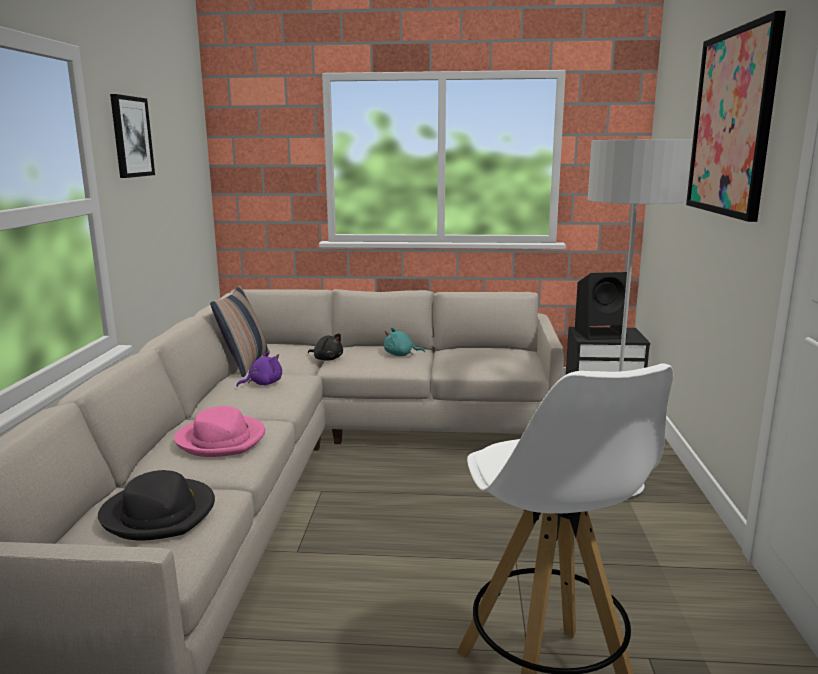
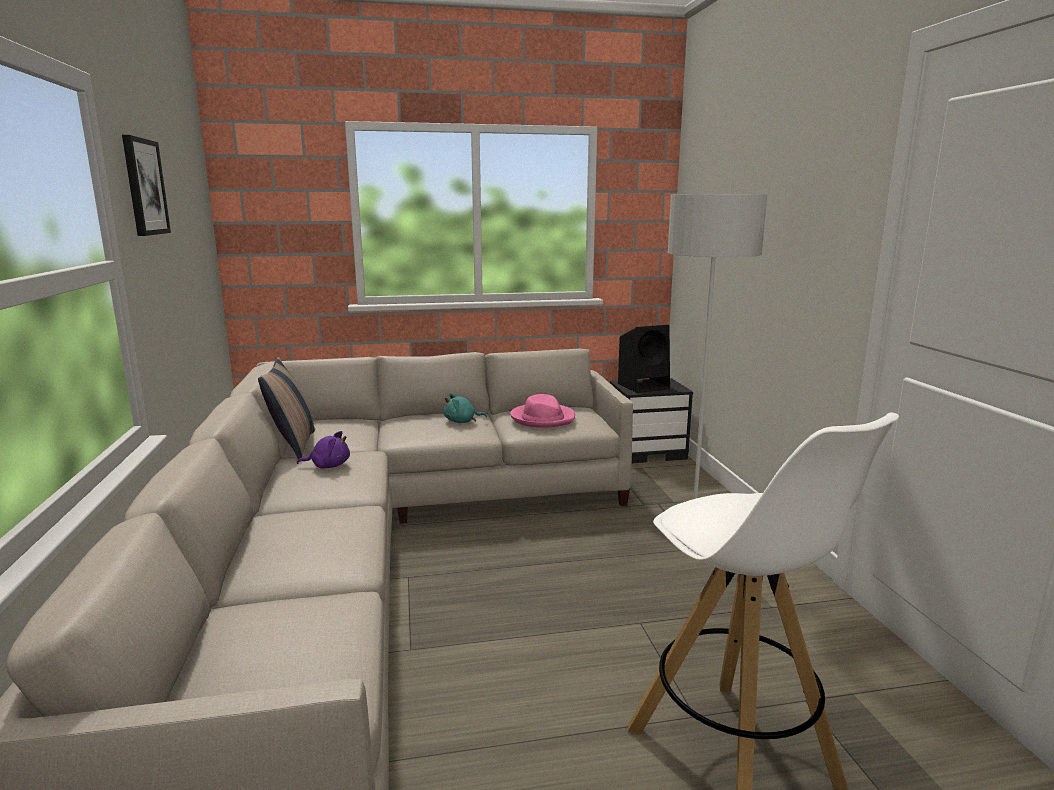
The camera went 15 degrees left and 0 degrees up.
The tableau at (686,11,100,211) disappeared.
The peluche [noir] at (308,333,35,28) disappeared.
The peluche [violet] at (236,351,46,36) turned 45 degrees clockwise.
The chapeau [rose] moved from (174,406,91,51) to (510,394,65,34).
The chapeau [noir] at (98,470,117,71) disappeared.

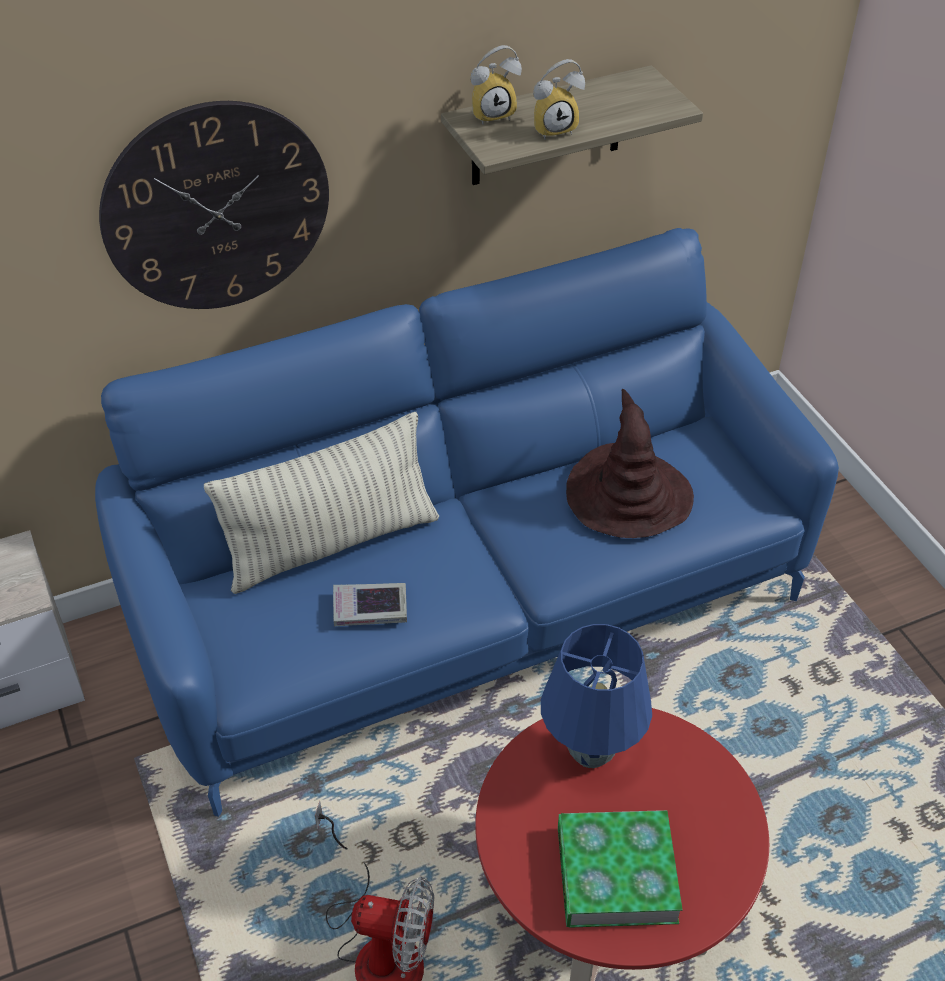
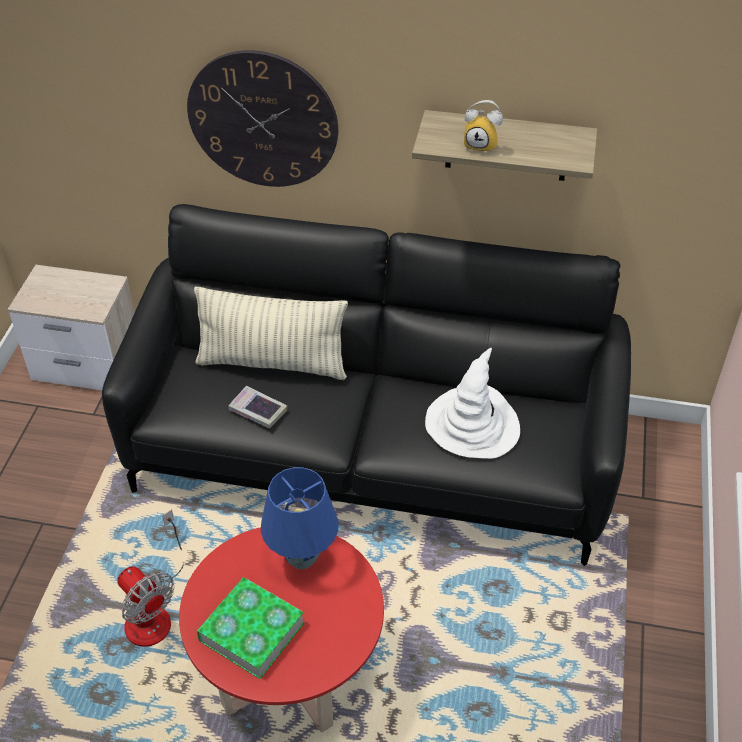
The camera went 35 degrees right and 0 degrees up.
The réveil at (471,45,51,80) disappeared.
The canapé [bleu] at (95,228,744,589) became the canapé [noir] at (102,204,529,362).
The chapeau [marron] at (566,389,128,149) became the chapeau [blanc] at (425,348,95,111).

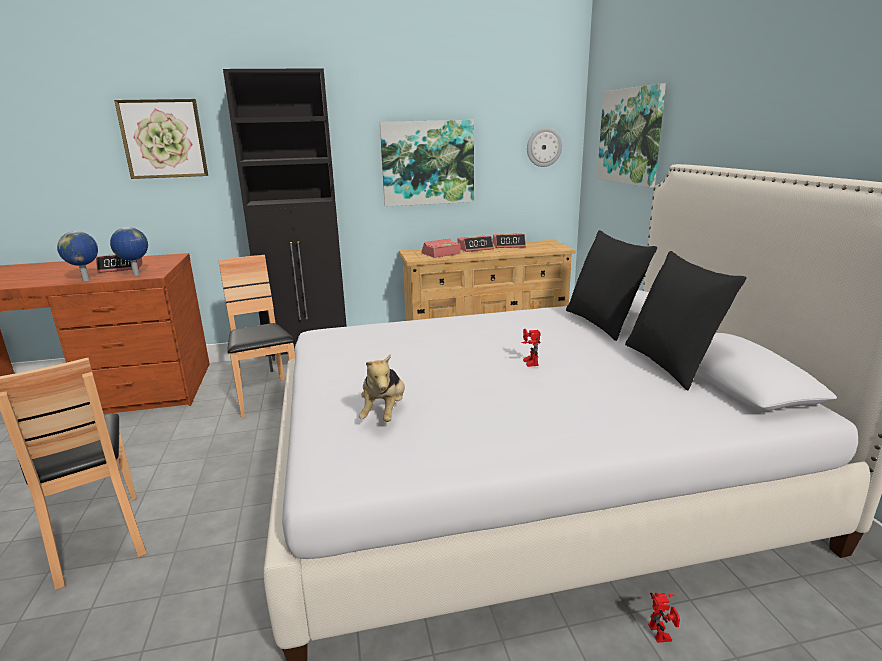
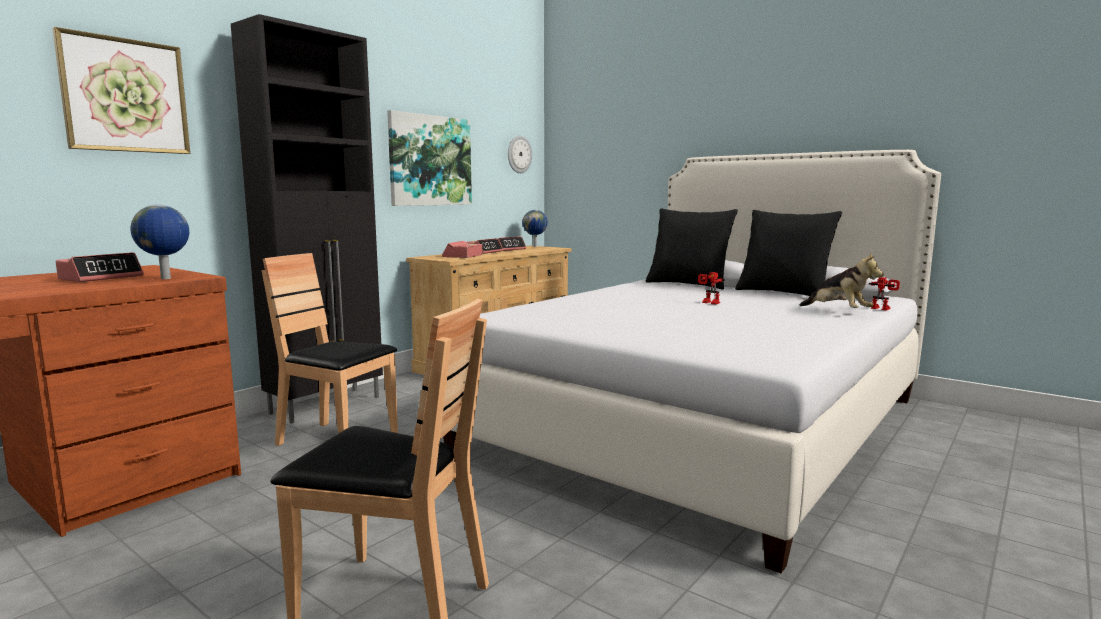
The camera went 40 degrees left and 10 degrees down.
The tableau at (597,84,69,104) disappeared.
The globe moved from (57,231,41,50) to (523,210,25,37).
The peluche moved from (359,354,46,68) to (800,253,84,55).
The robot jouet moved from (648,593,32,50) to (869,277,31,34).

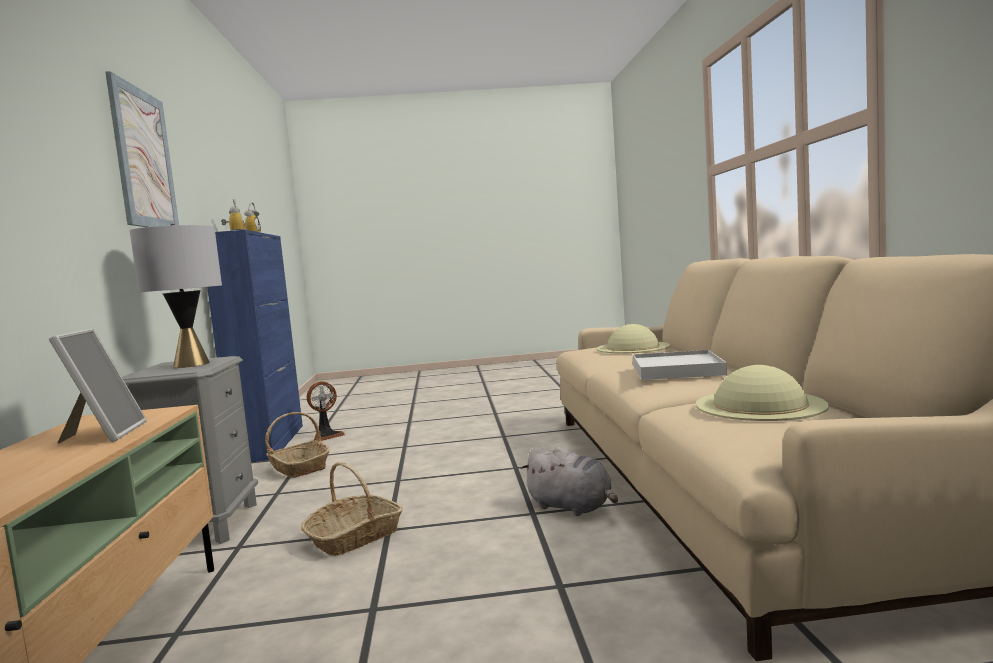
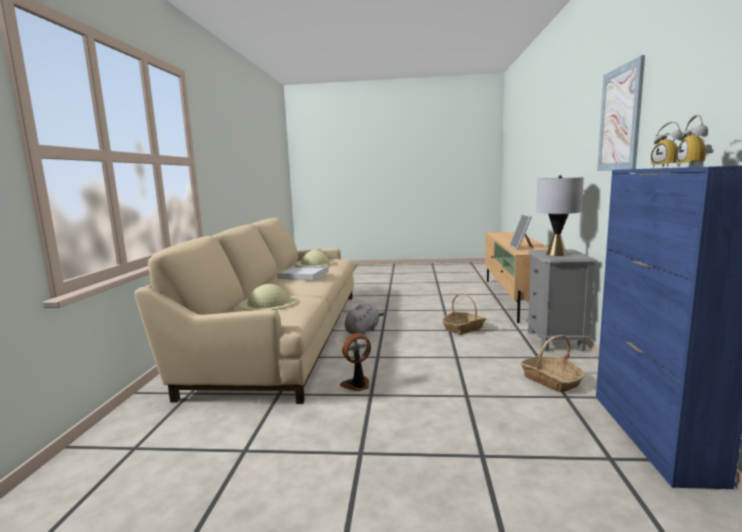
The camera went 170 degrees left and 5 degrees up.
The ventilateur moved from (307,381,38,60) to (340,333,31,58).
The peluche [gris] at (521,447,97,69) turned 75 degrees clockwise.

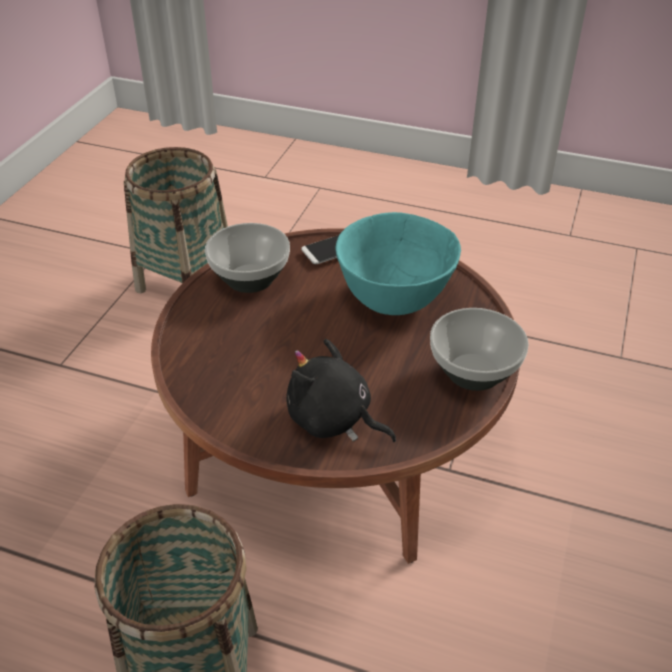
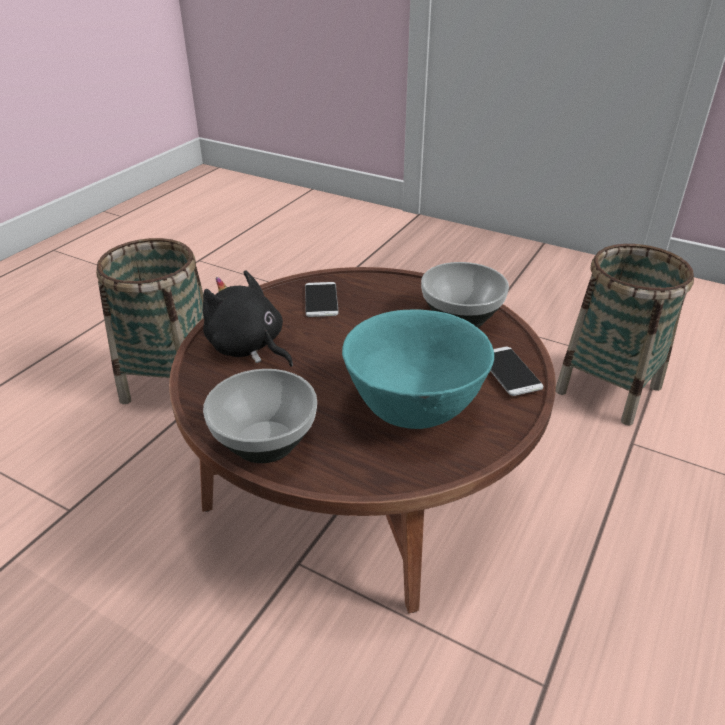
The camera went 100 degrees right and 5 degrees down.
The peluche [noir] at (287,339,109,103) turned 90 degrees counterclockwise.
The téléphone at (305,282,33,35) appeared.

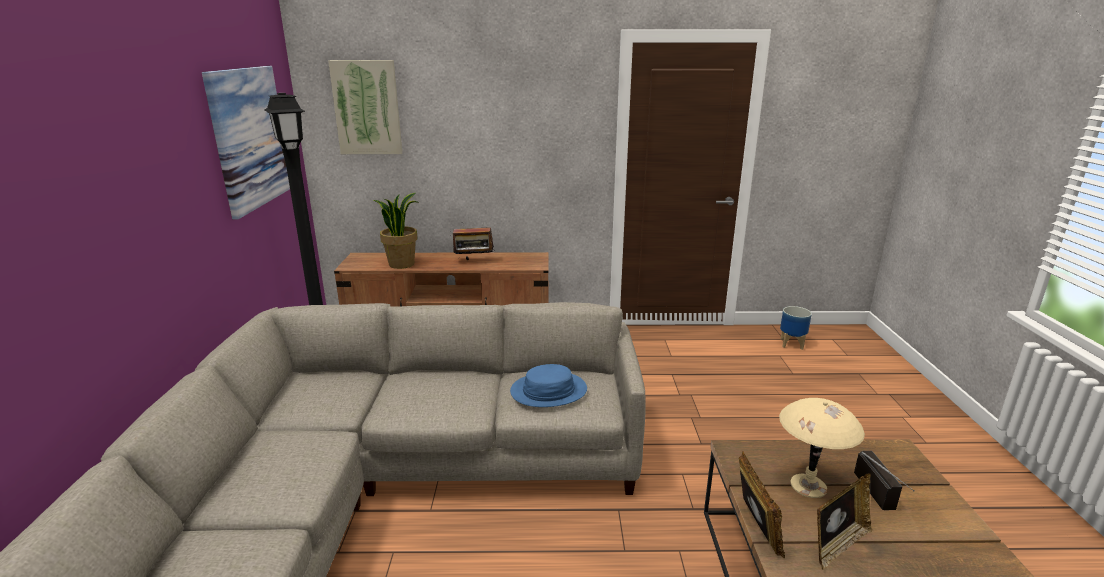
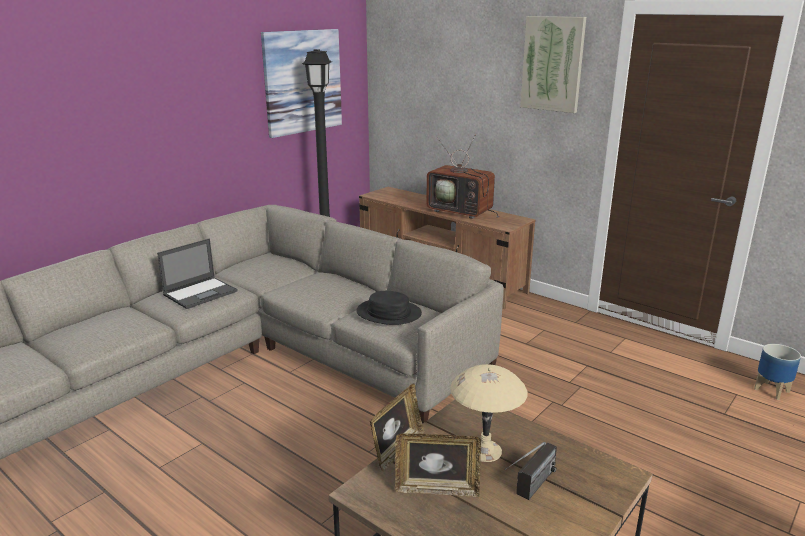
The camera went 40 degrees right and 0 degrees up.
The tableau moved from (328,60,74,94) to (520,16,66,97).
The plante en pot at (374,193,44,76) disappeared.
The radio at (453,222,42,38) was replaced by the téléviseur at (426,134,73,85).
The chapeau [bleu] at (510,364,77,43) became the chapeau [noir] at (356,291,66,34).
The ordinateur portable at (157,238,81,71) appeared.

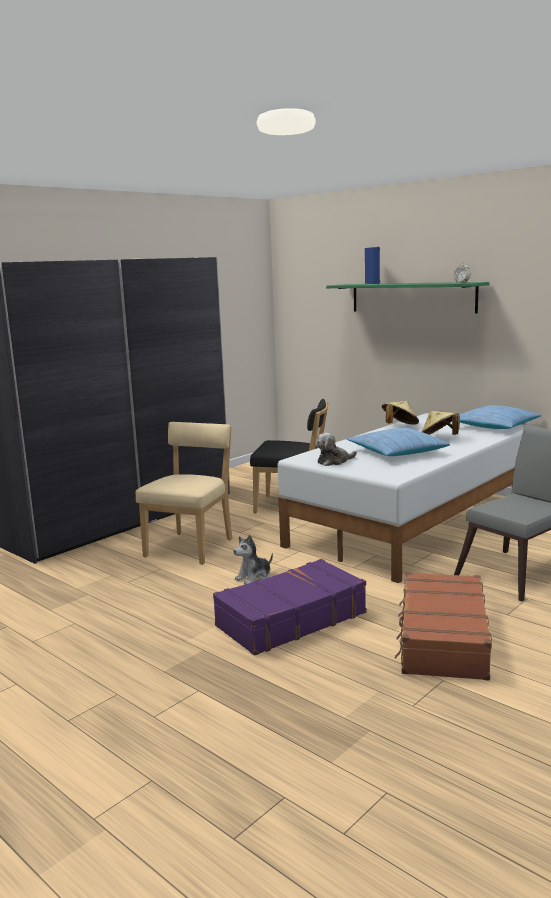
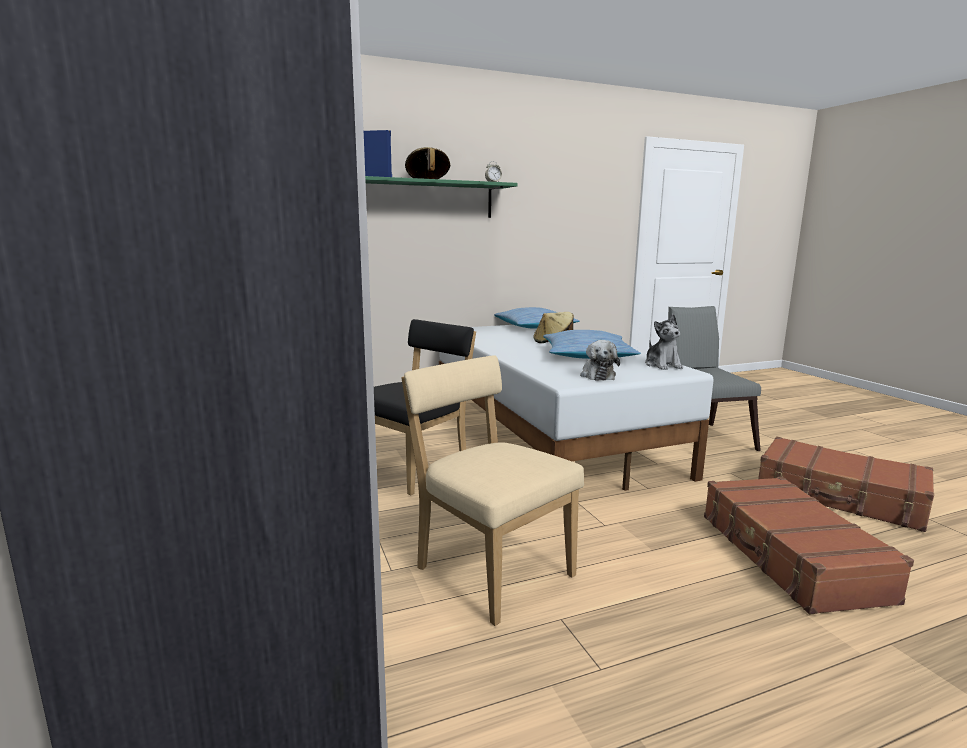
The camera went 65 degrees left and 0 degrees up.
The chapeau [beige] moved from (382,401,37,24) to (405,147,45,32).
The peluche moved from (234,535,39,49) to (645,314,38,56).
The valise [violet] at (213,559,154,96) became the valise [marron] at (704,477,210,137).

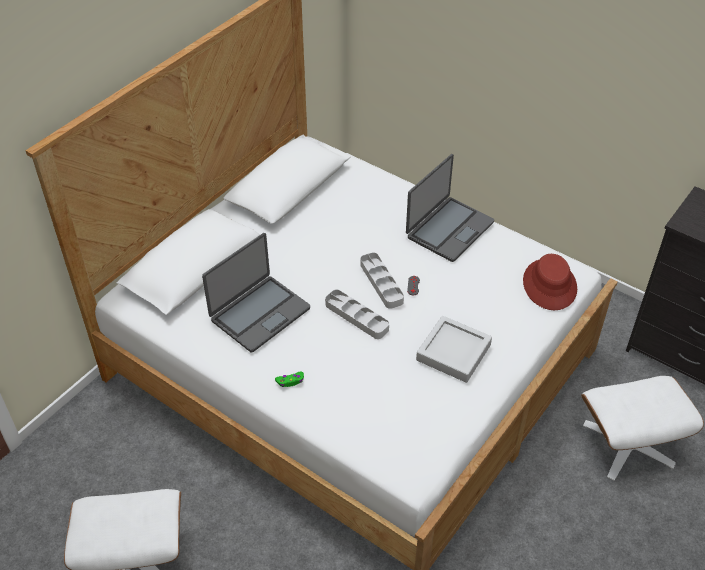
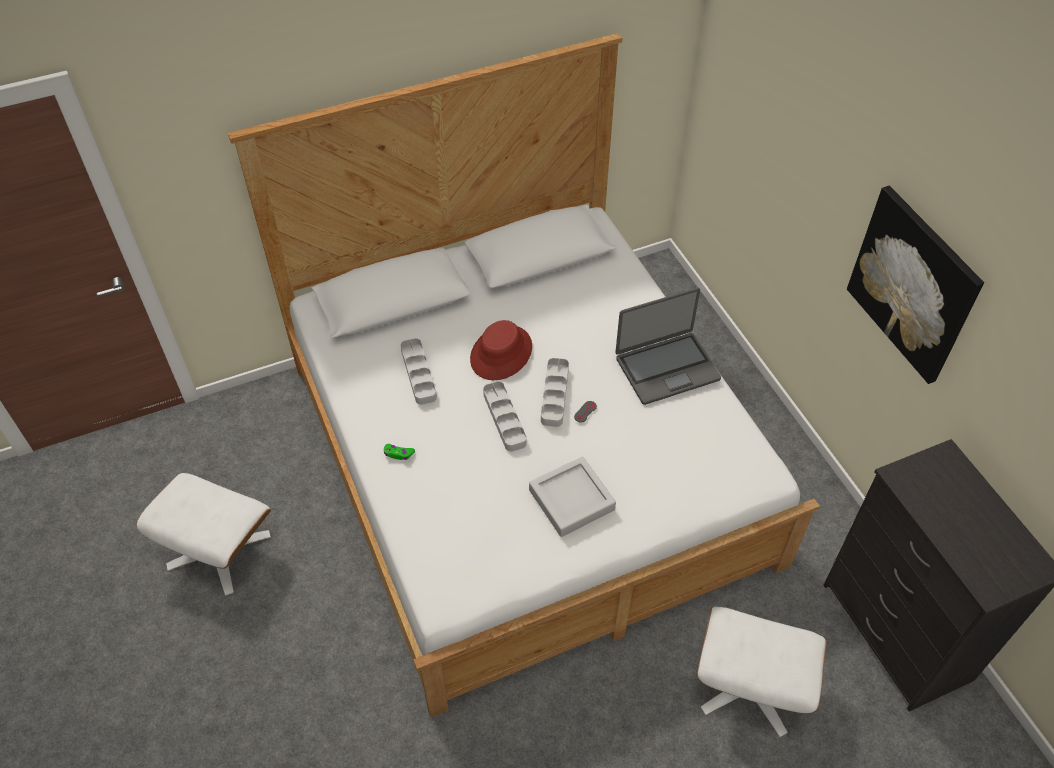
The camera went 30 degrees right and 5 degrees up.
The ordinateur portable at (202,233,108,119) was replaced by the plateau [gris] at (401,338,36,67).
The chapeau [rouge] moved from (523,254,54,56) to (470,320,62,60).
The tableau at (847,186,137,198) appeared.

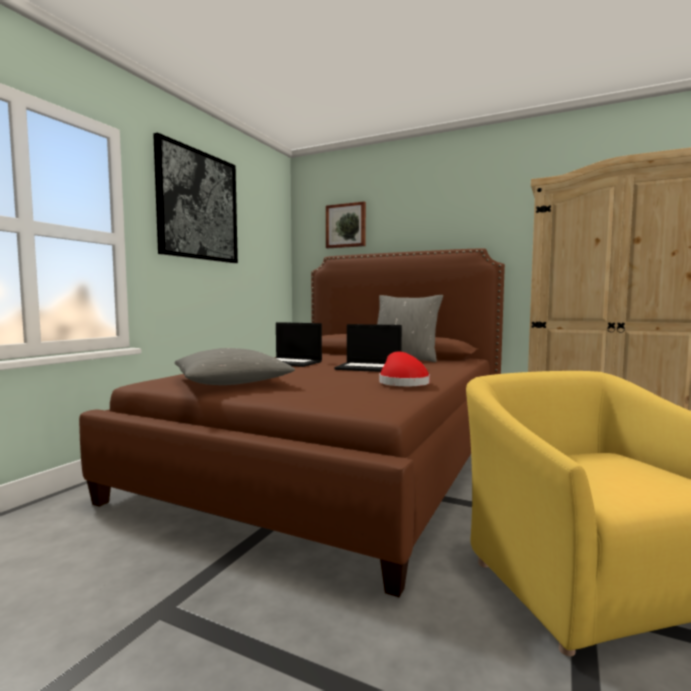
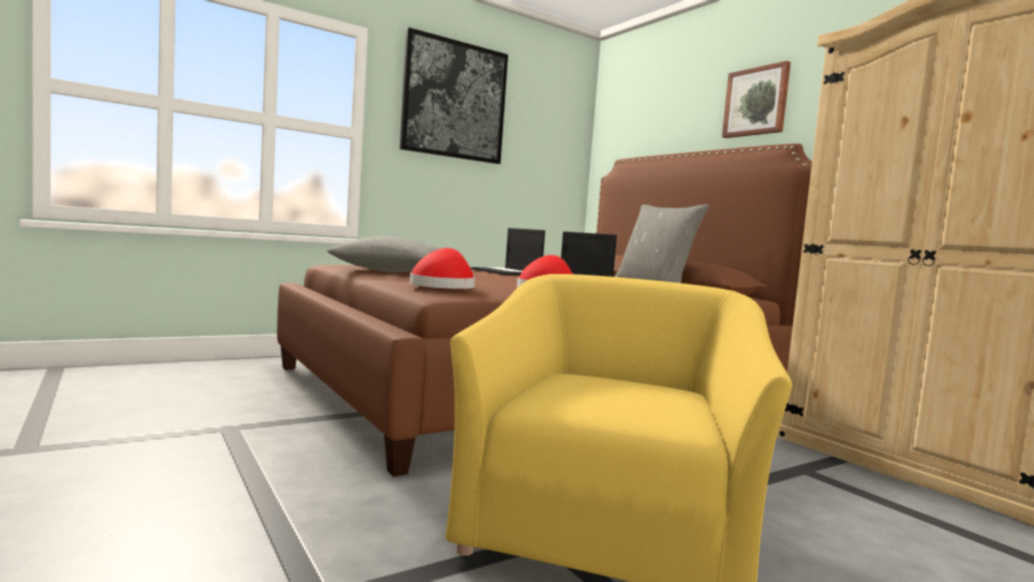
The camera went 30 degrees right and 0 degrees up.
The tableau moved from (326,201,40,47) to (722,61,69,77).
The chapeau [rouge] at (410,248,65,41) appeared.

